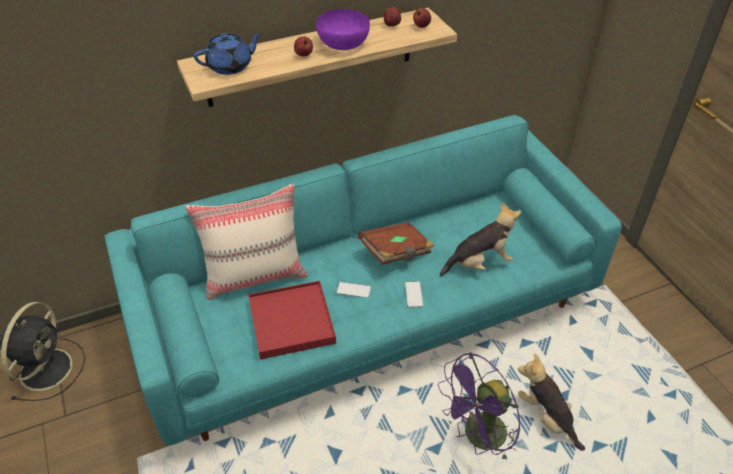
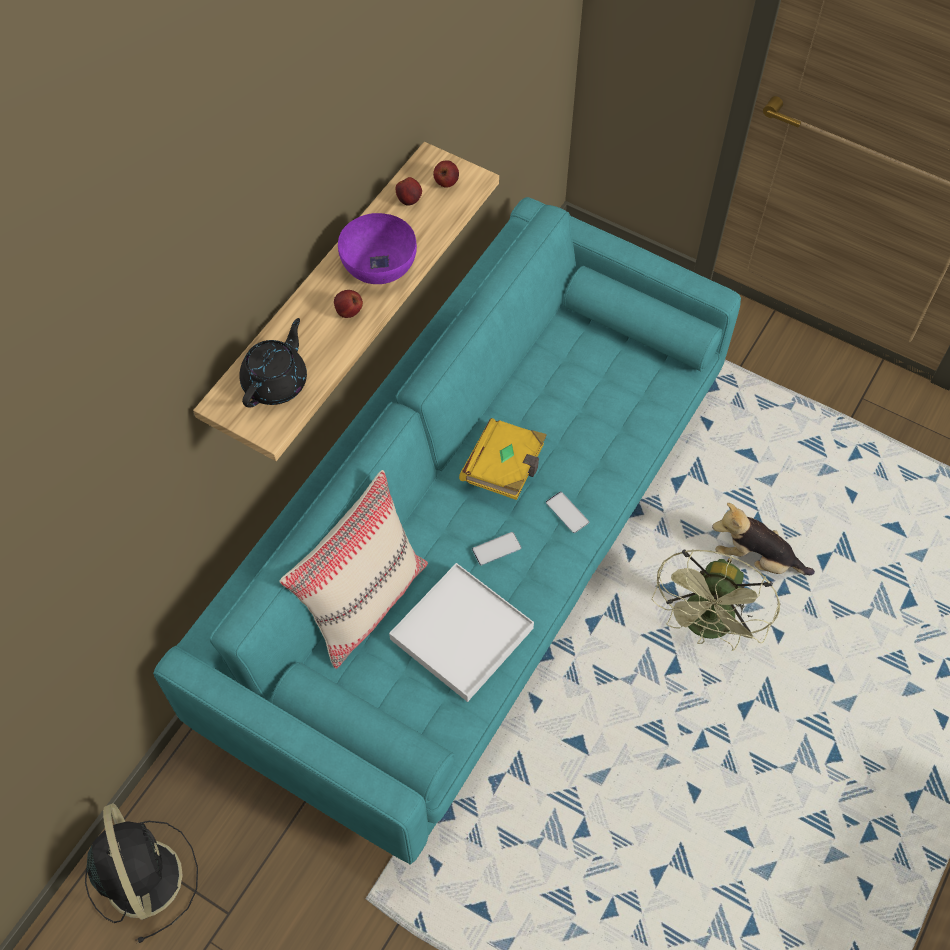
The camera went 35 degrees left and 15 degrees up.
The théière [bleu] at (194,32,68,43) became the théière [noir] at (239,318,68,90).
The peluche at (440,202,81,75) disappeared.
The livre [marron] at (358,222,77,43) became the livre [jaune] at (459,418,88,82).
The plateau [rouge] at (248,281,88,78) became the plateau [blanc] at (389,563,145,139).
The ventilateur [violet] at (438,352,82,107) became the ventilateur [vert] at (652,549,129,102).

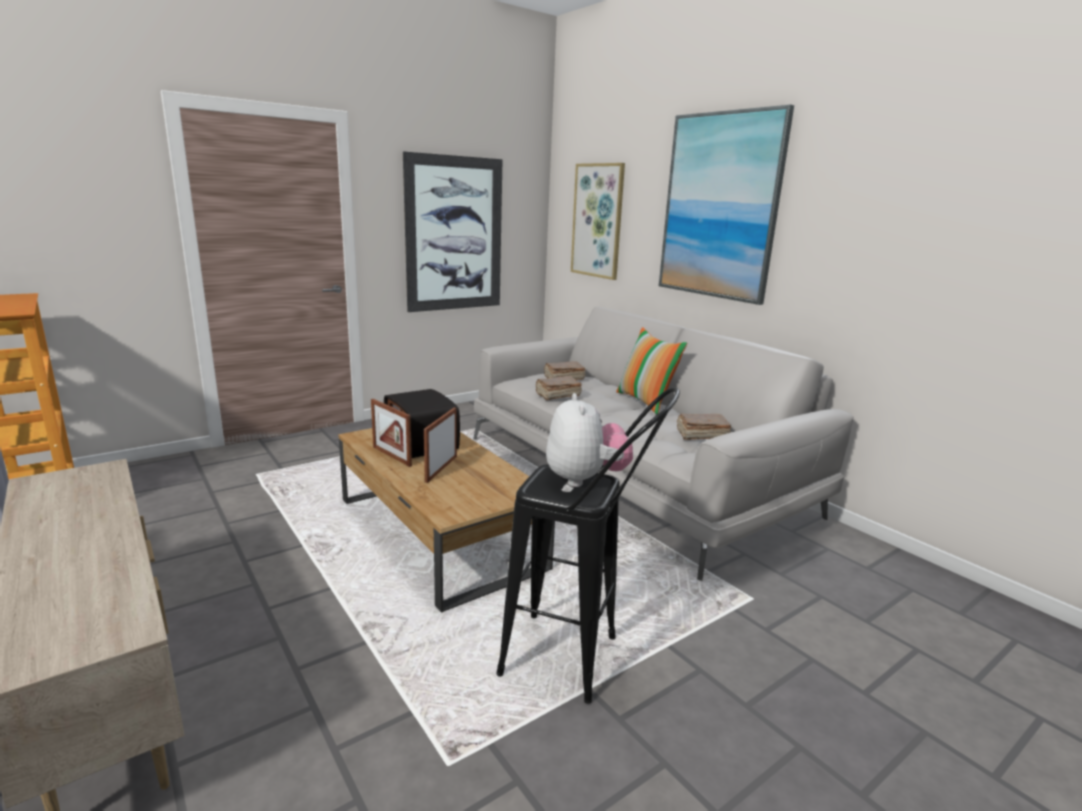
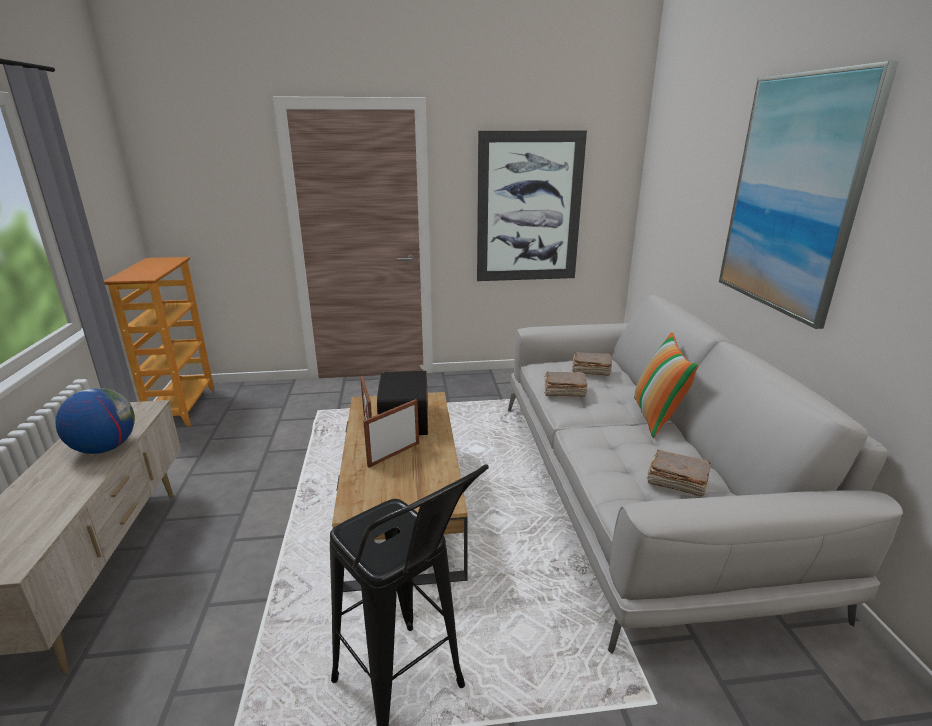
The camera went 30 degrees right and 5 degrees up.
The tableau at (571,163,54,117) disappeared.
The peluche at (546,393,87,94) disappeared.
The globe at (55,388,80,66) appeared.

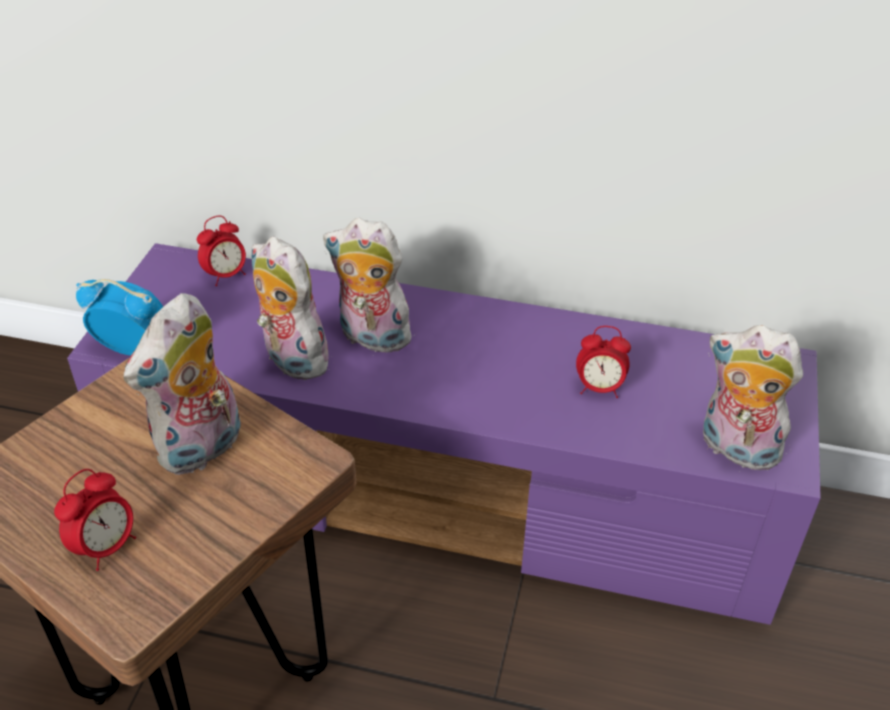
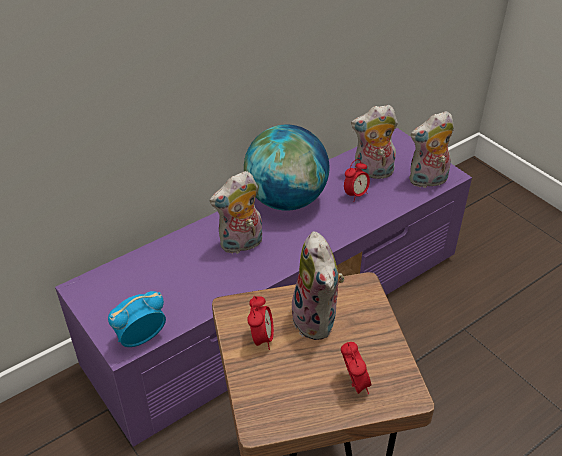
The camera went 50 degrees left and 0 degrees up.
The réveil moved from (197,216,49,70) to (247,296,27,54).
The peluche moved from (252,237,84,143) to (351,105,47,74).
The globe at (244,124,85,87) appeared.

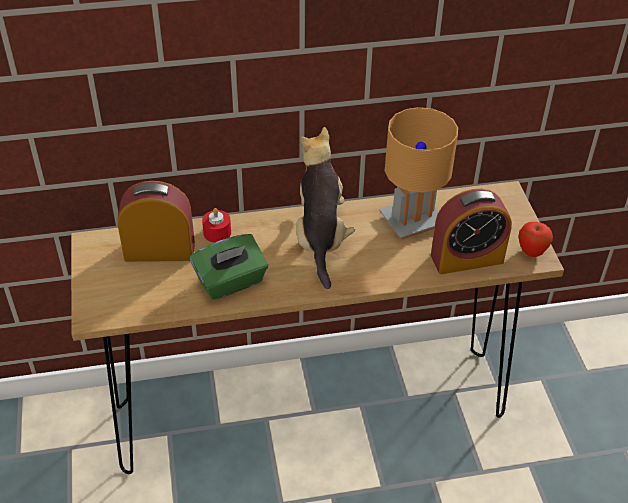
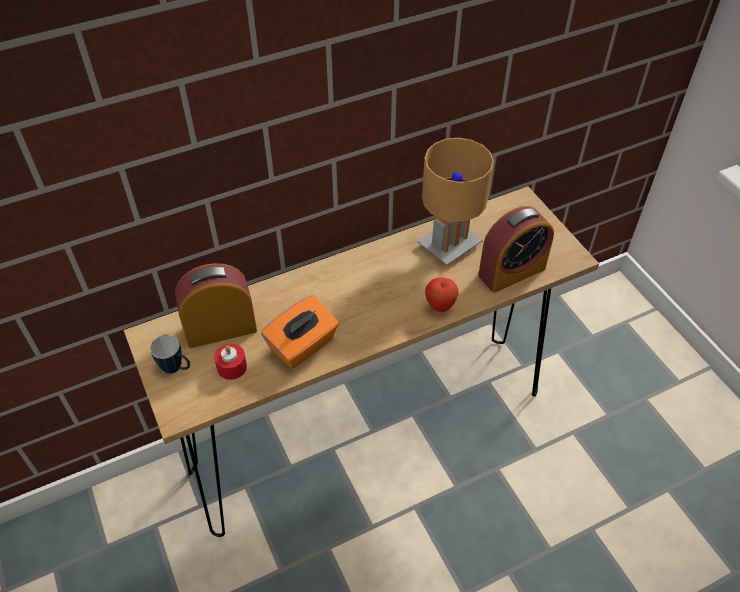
The camera went 15 degrees left and 5 degrees up.
The peluche at (296,127,59,162) disappeared.
The bougie [rouge] moved from (202,208,29,35) to (214,344,33,36).
The pomme moved from (519,222,34,35) to (425,277,34,35).
The boîte à mouchoirs [vert] at (190,234,78,66) became the boîte à mouchoirs [orange] at (261,295,78,73).
The mug at (150,335,40,39) appeared.

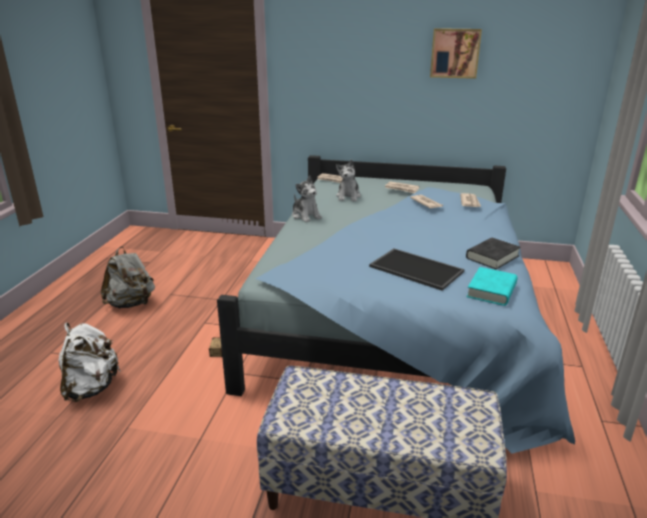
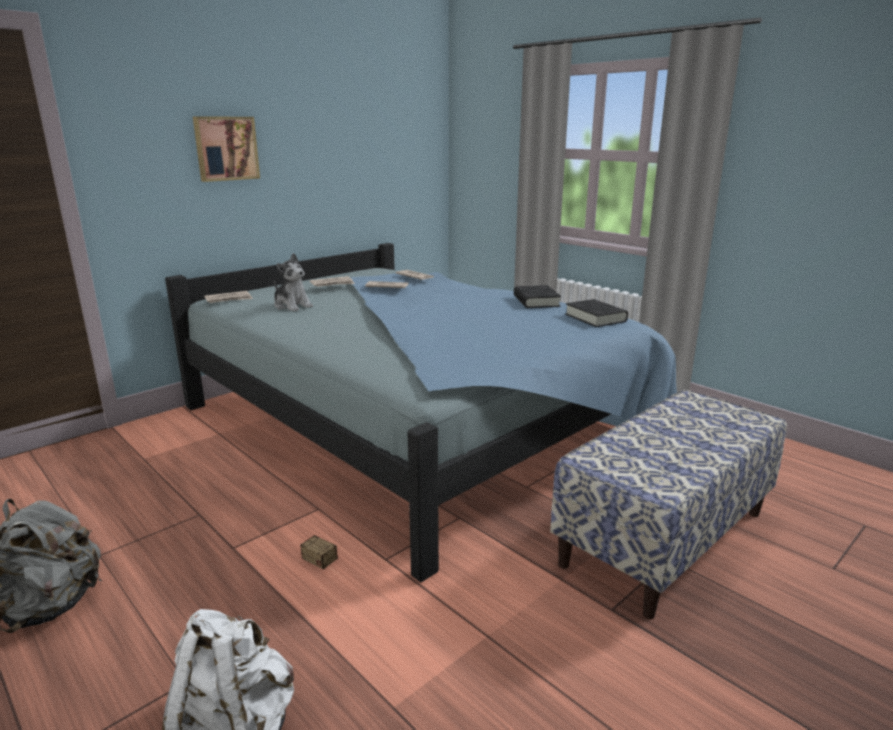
The camera went 55 degrees left and 5 degrees down.
The tableau moved from (430,28,52,51) to (193,116,67,66).
The peluche at (292,176,30,46) disappeared.
The plateau at (369,249,96,42) disappeared.
The livre [turquoise] at (467,267,51,39) became the livre [noir] at (565,299,63,28).

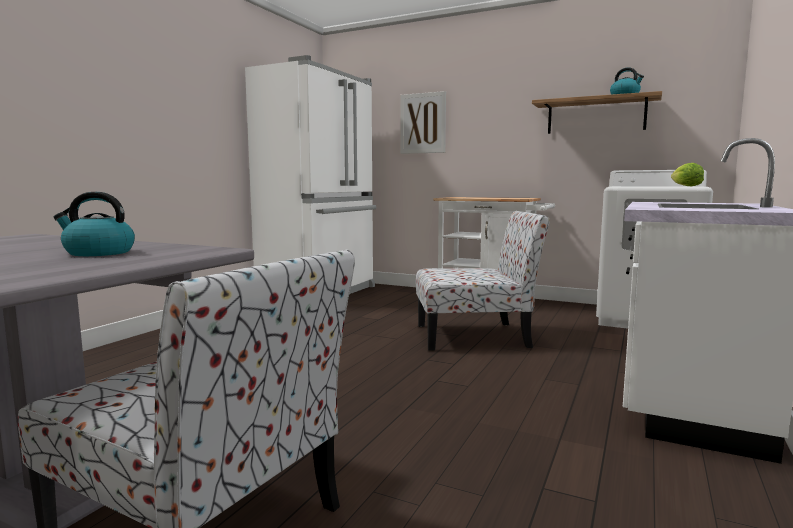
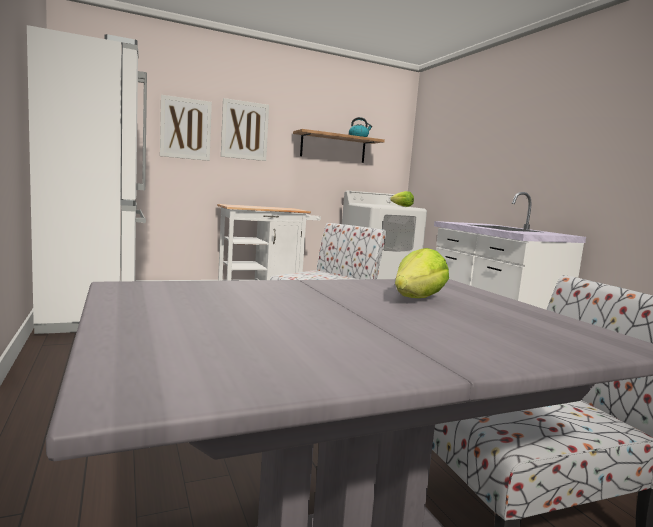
The camera went 50 degrees left and 0 degrees up.
The bouilloire at (54,192,81,64) was replaced by the laitue at (395,248,54,50).
The tableau at (221,98,48,63) appeared.

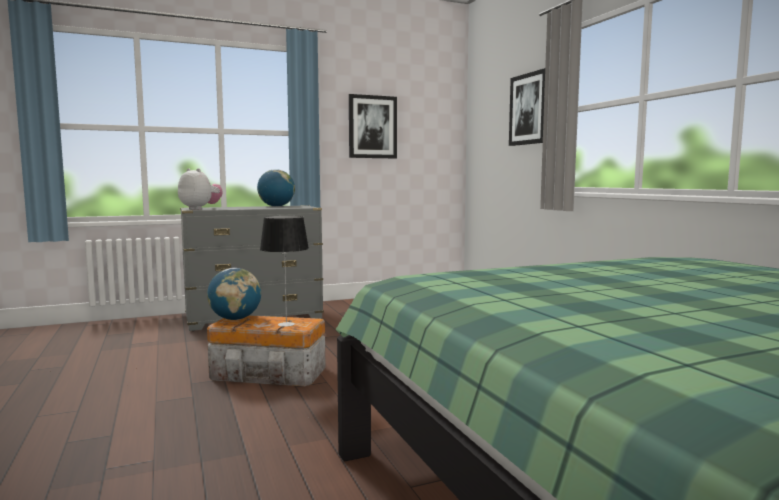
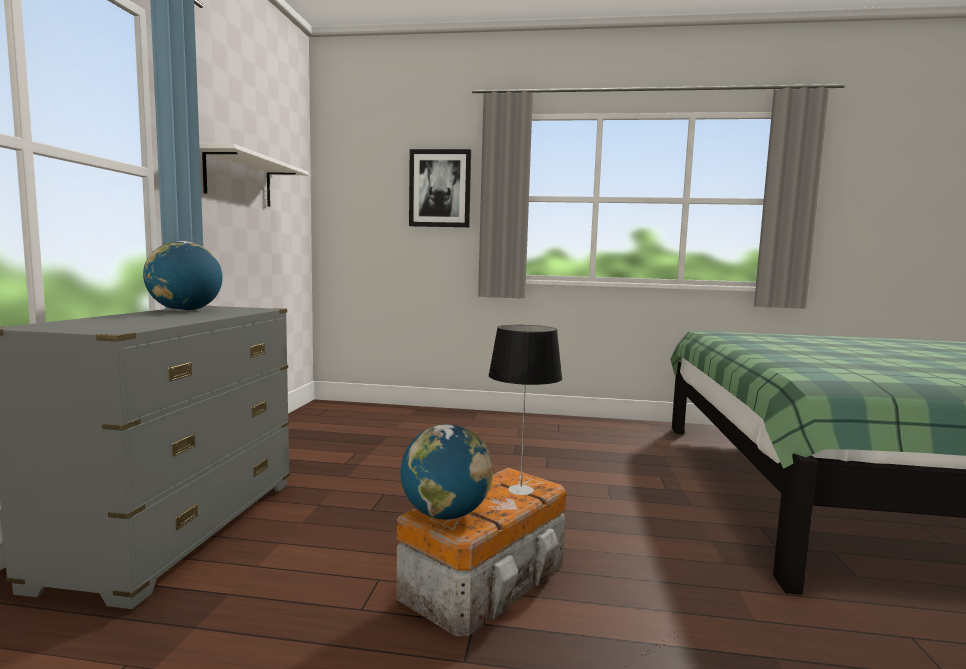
The camera went 60 degrees left and 0 degrees up.
The tableau at (349,94,48,64) was replaced by the étagère [blanc] at (199,144,110,63).
The peluche at (178,168,45,42) disappeared.

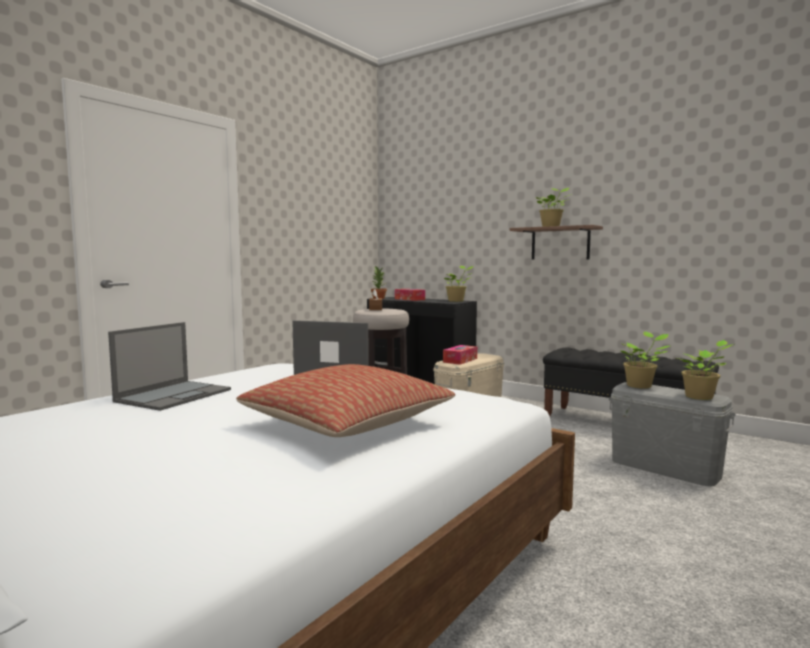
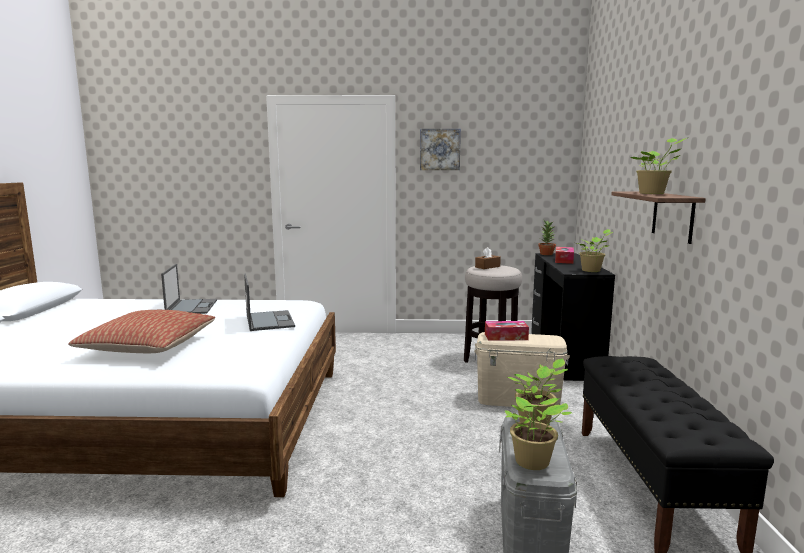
The camera went 55 degrees right and 5 degrees up.
The ordinateur portable at (108,322,123,89) turned 90 degrees counterclockwise.
The tableau at (420,129,41,41) appeared.

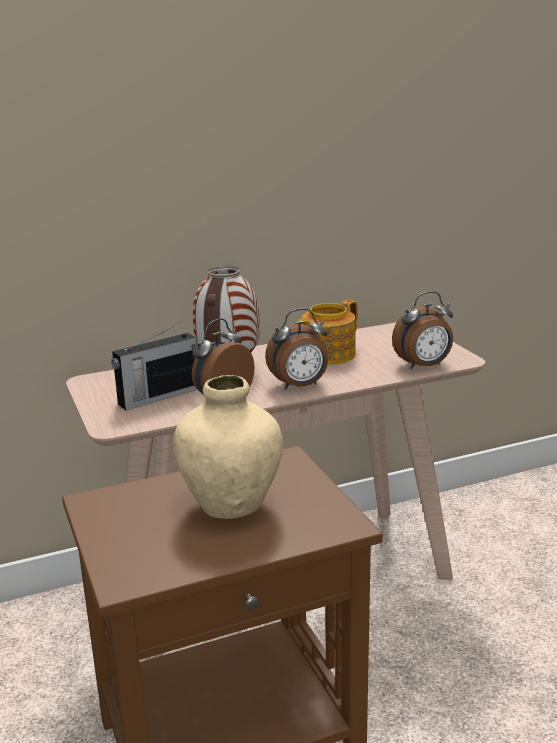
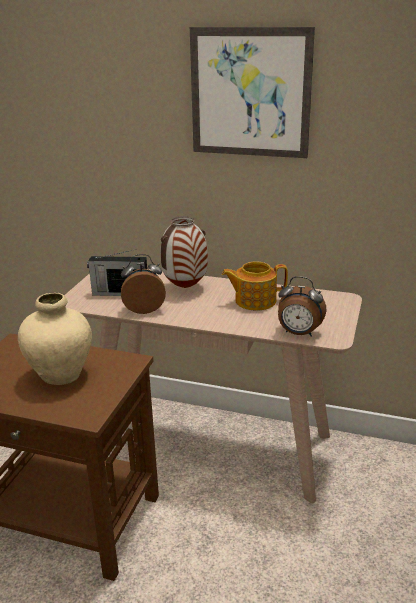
The camera went 40 degrees right and 5 degrees up.
The réveil at (265,308,63,82) disappeared.
The tableau at (190,27,125,131) appeared.

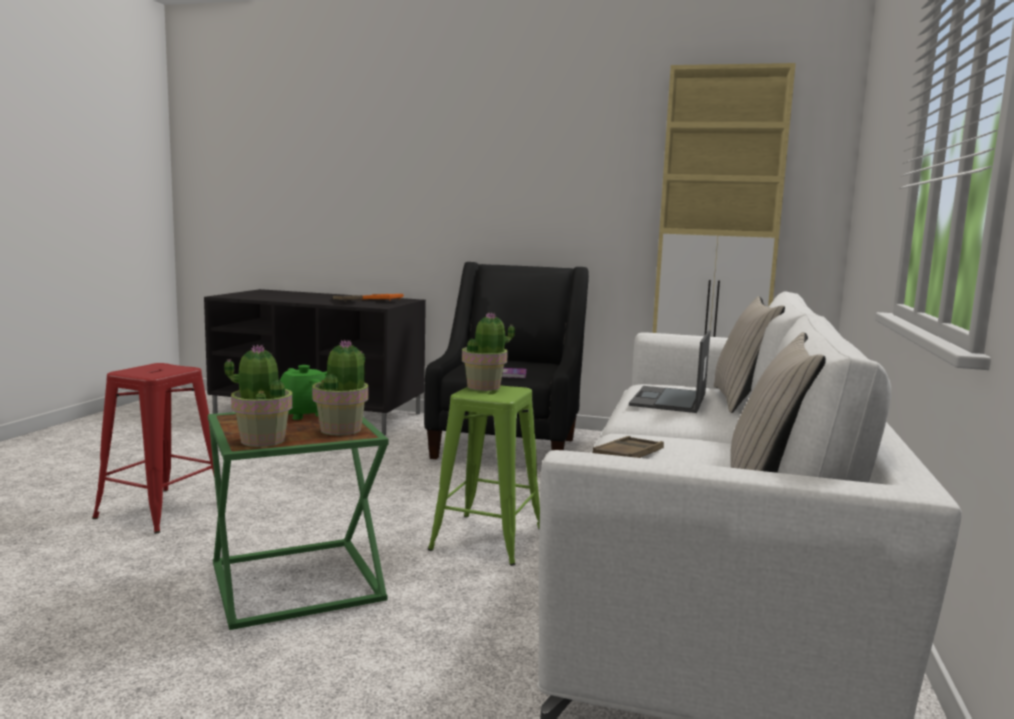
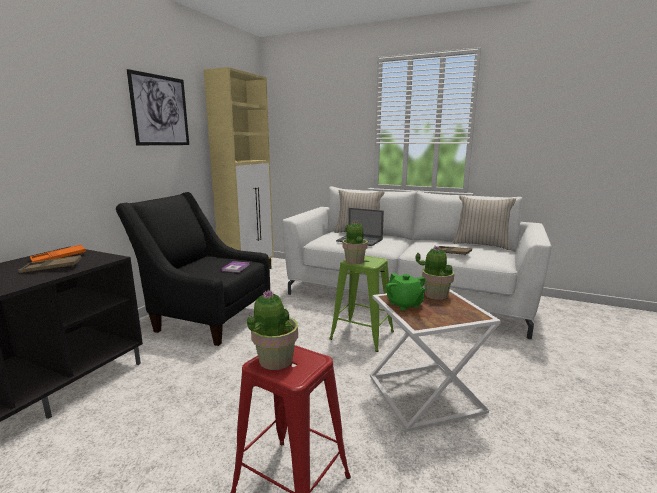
The camera went 80 degrees left and 5 degrees up.
The plante en pot moved from (224,344,68,103) to (247,290,51,80).
The table d'appoint [vert] at (208,412,181,218) became the table d'appoint [blanc] at (370,289,131,143).
The tableau at (127,69,62,76) appeared.

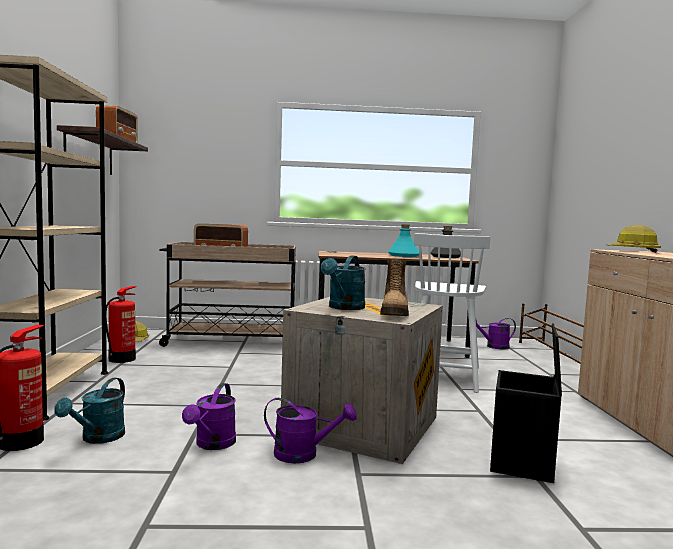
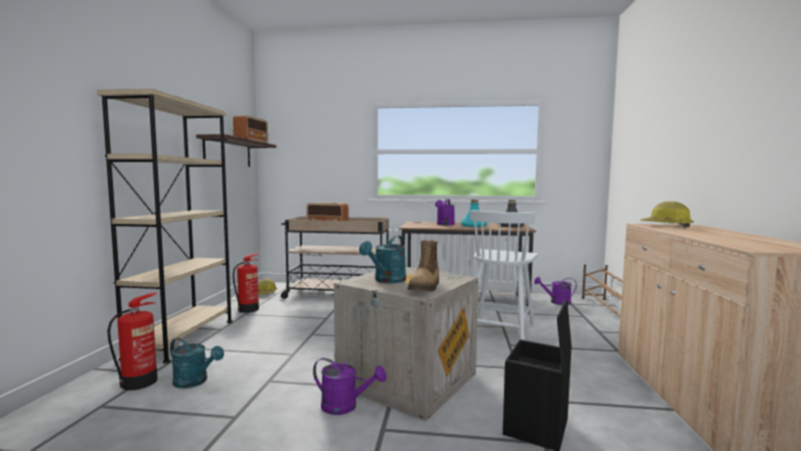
The camera went 10 degrees right and 0 degrees up.
The arrosoir [turquoise] at (54,378,71,66) turned 90 degrees counterclockwise.
The arrosoir [violet] moved from (182,383,54,67) to (435,199,20,26).

